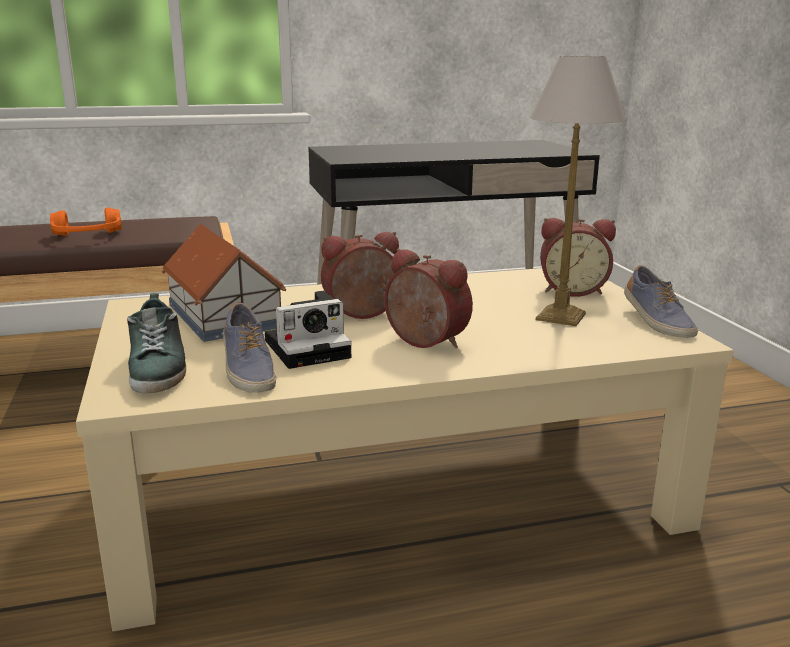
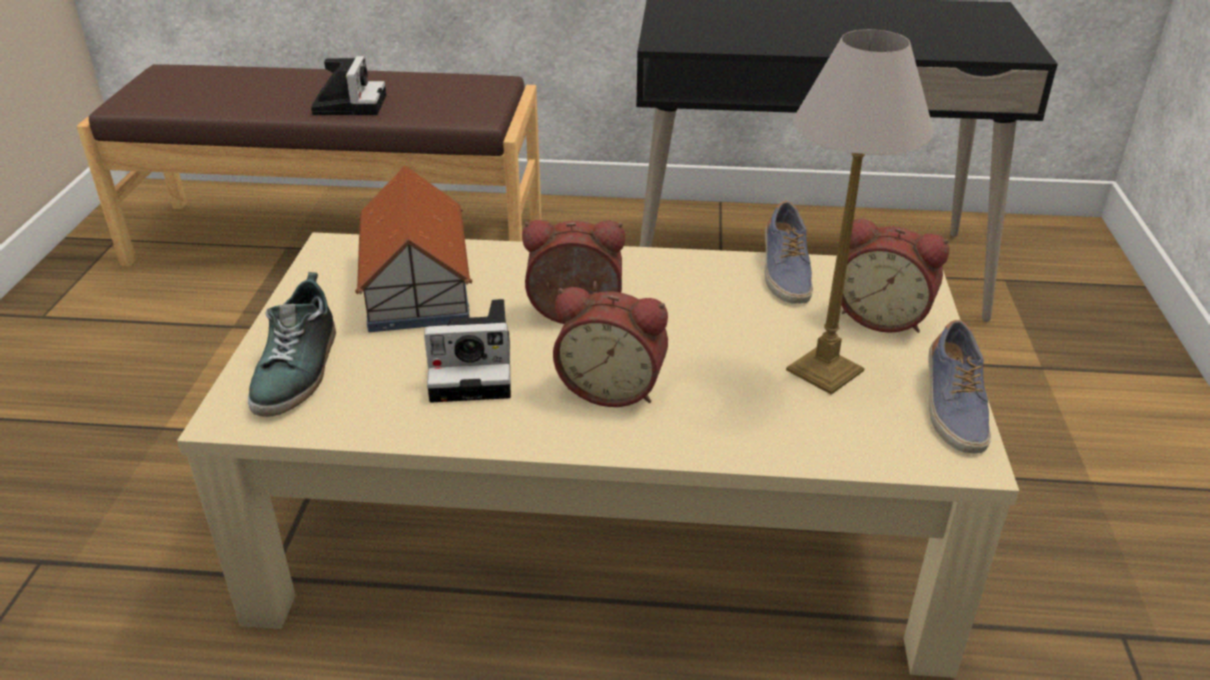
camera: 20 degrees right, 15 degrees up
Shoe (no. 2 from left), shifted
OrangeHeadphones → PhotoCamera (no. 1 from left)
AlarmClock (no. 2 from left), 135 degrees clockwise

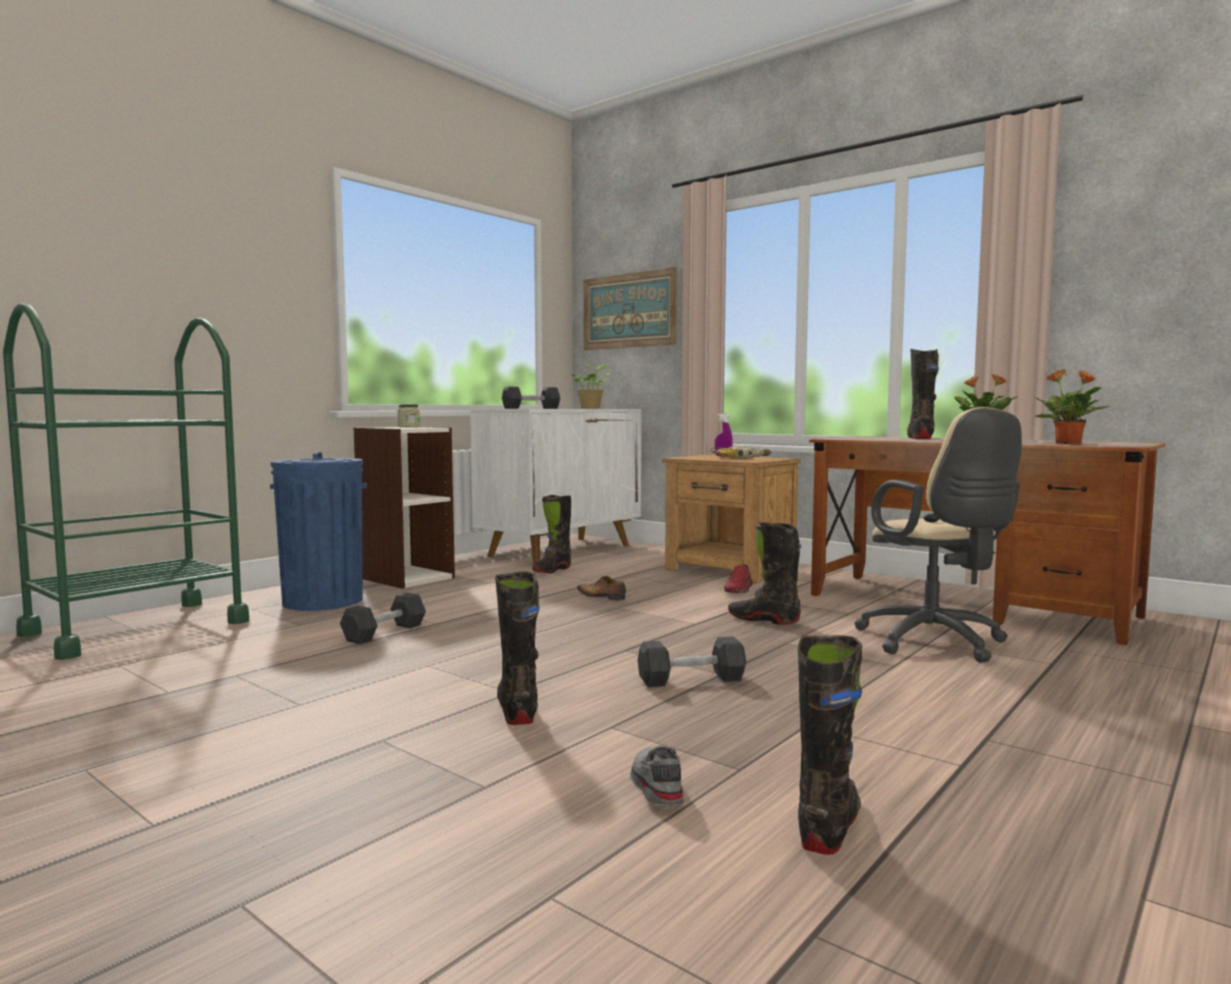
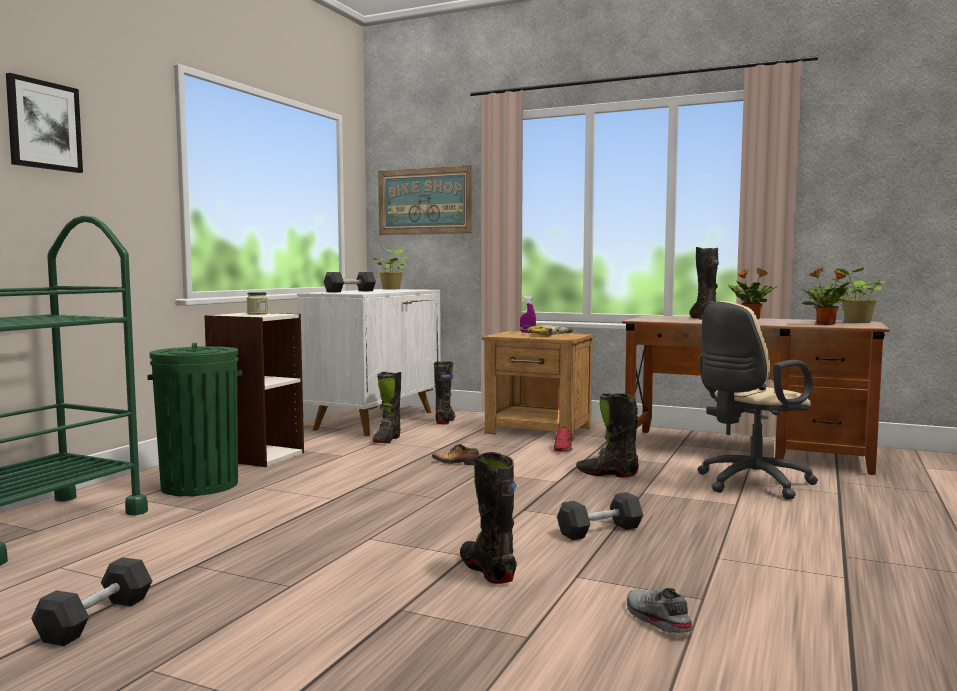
camera: 15 degrees left, 0 degrees up
- → Picture (no. 1 from left)
- → PottedPlant (no. 4 from left)
BlackDumbbell (no. 1 from left), shifted
BlackBoot (no. 4 from left in the first image) → BlackBoot (no. 2 from left), shifted
BlueTrashCan → GreenTrashCan
BeigeOfficeChair, 90 degrees clockwise

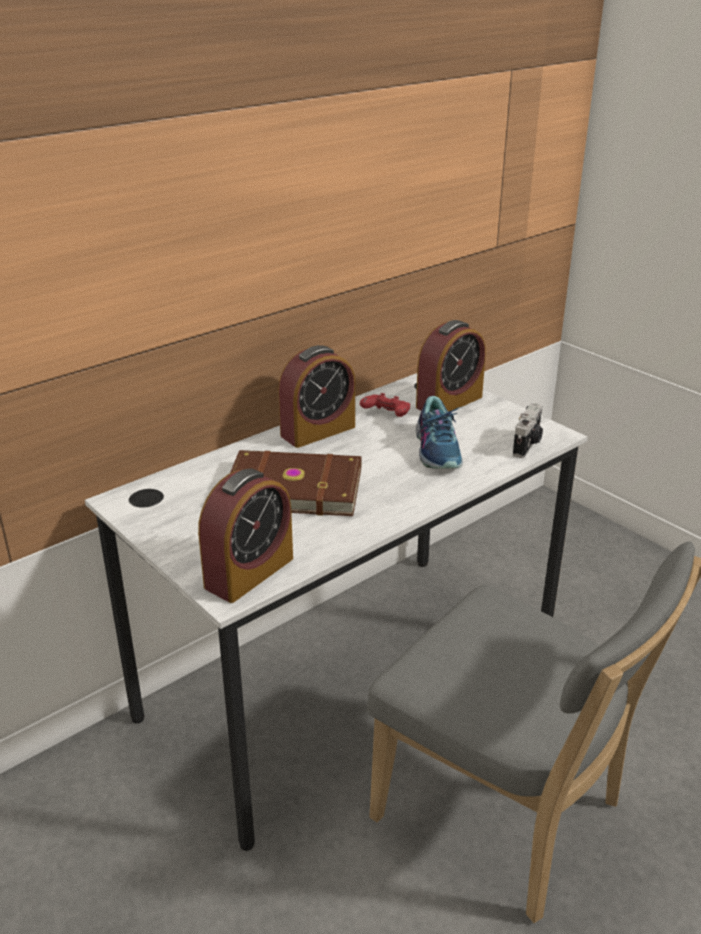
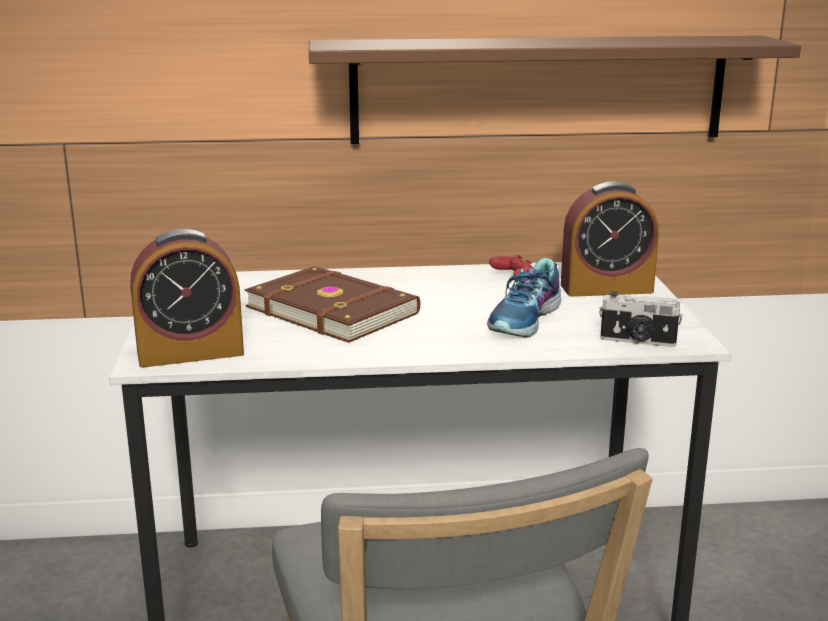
camera: 35 degrees right, 10 degrees down
AlarmClock (no. 2 from left) → -
- → BrownShelf
PhotoCamera, 45 degrees clockwise

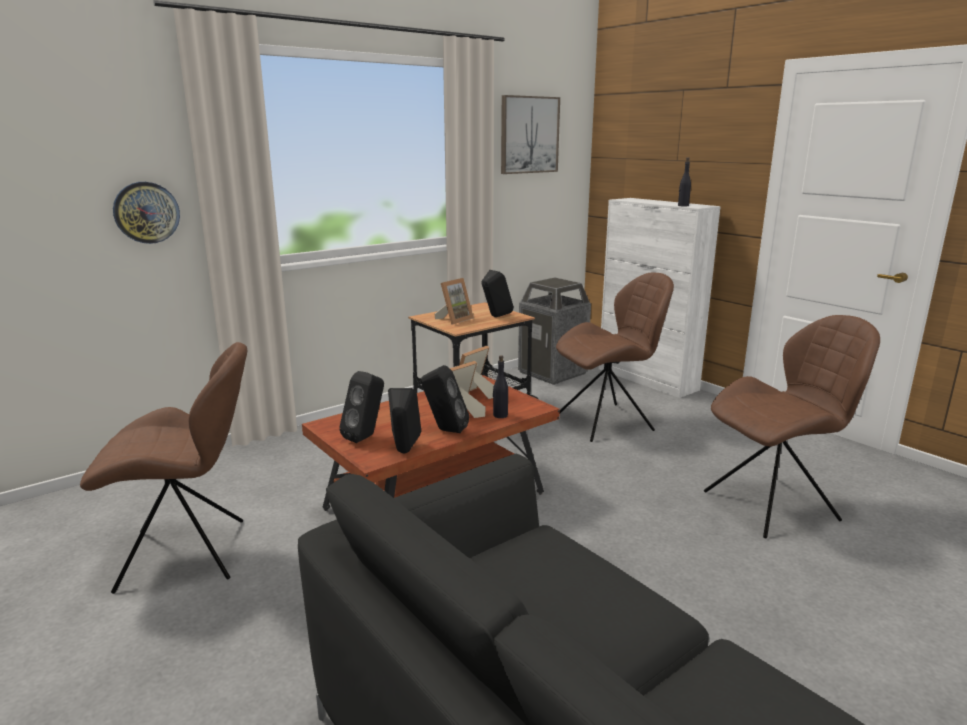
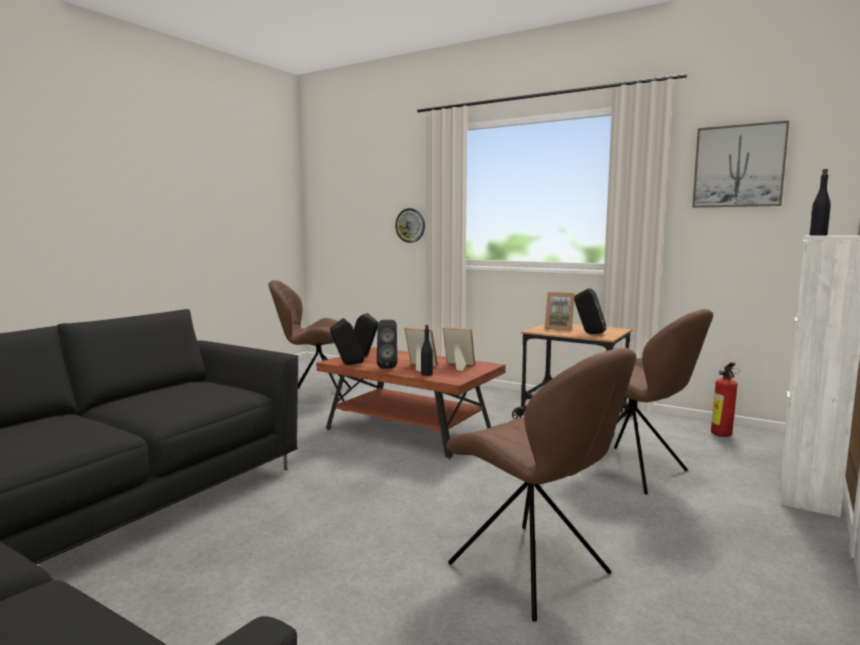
camera: 70 degrees right, 10 degrees down
TrashCan → FireExtinguisher
BrownChair (no. 1 from left), 120 degrees clockwise

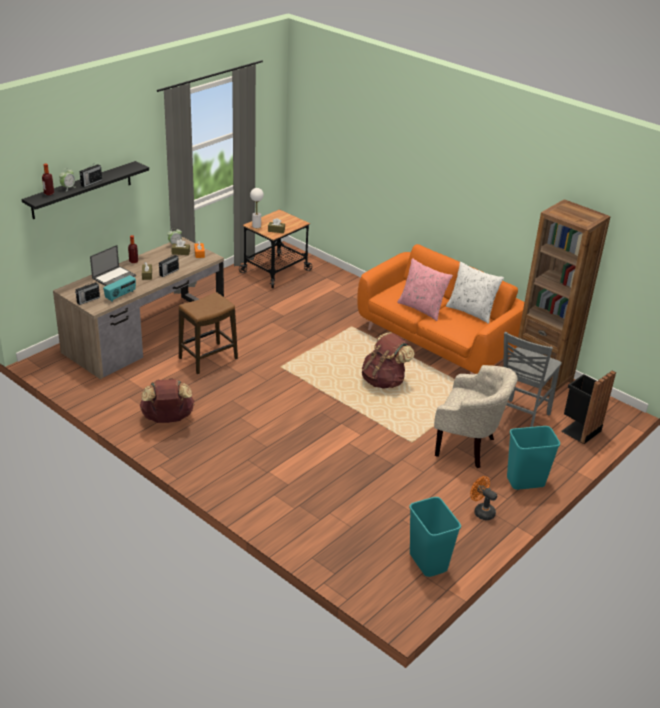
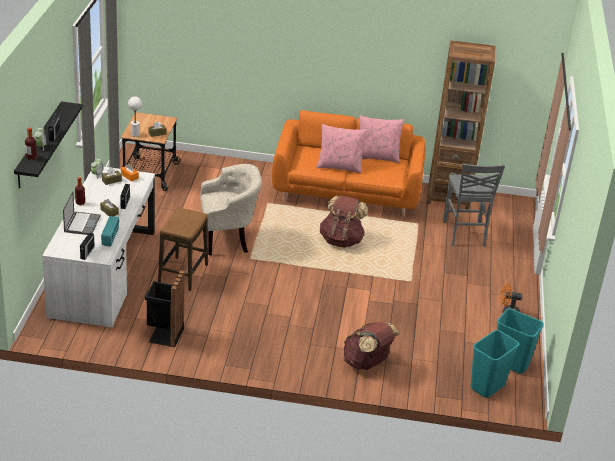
camera: 35 degrees left, 0 degrees up
BrownBackpack (no. 1 from left in the first image) → BrownBackpack (no. 2 from left), shifted
BeigeArmchair, shifted
TurquoiseTrashCan (no. 2 from left in the first image) → TurquoiseTrashCan (no. 1 from left), shifted
BlackTrashCan, shifted
BrownDesk → WhiteDesk
WhitePillow → PinkPillow (no. 2 from left)

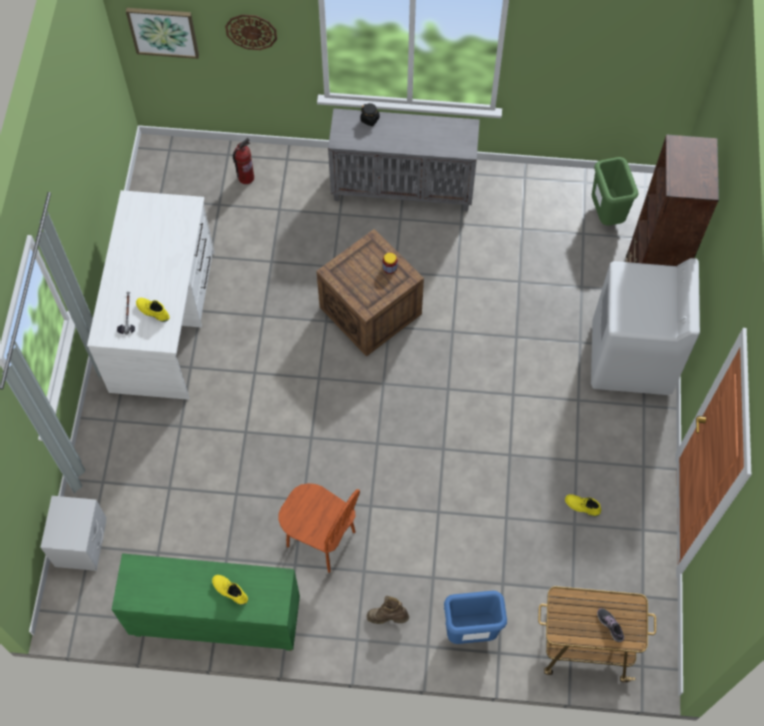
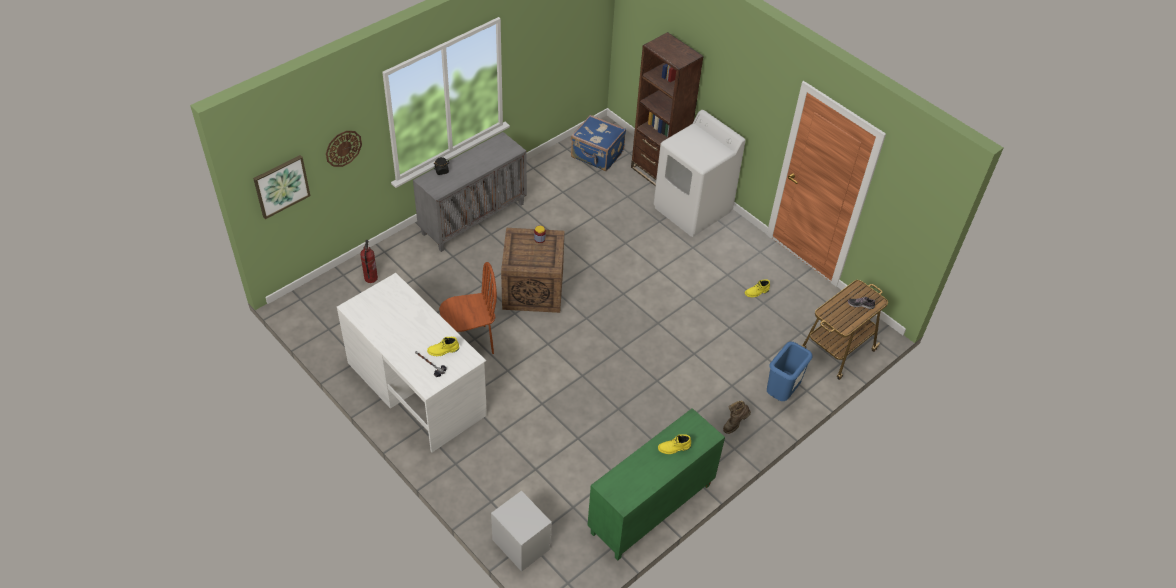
camera: 50 degrees left, 15 degrees down
BrownChair, shifted
GreenTrashCan → BlueSuitcase

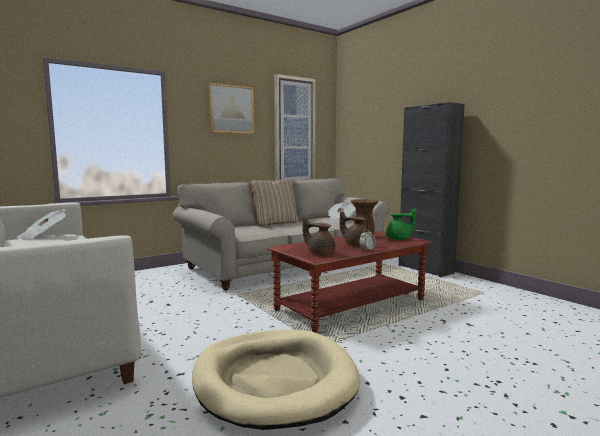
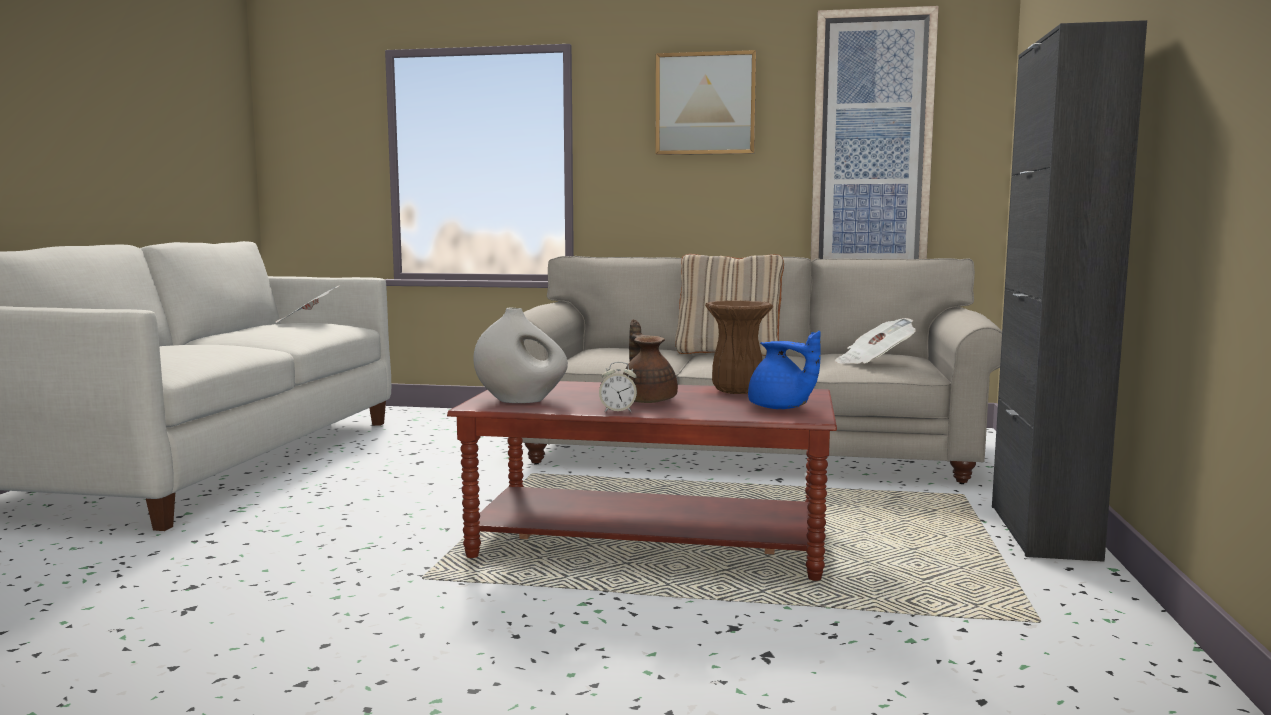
camera: 45 degrees right, 0 degrees up
BeigeDogBed → -
BrownTeapot (no. 1 from left) → WhiteVase
GreenTeapot → BlueTeapot

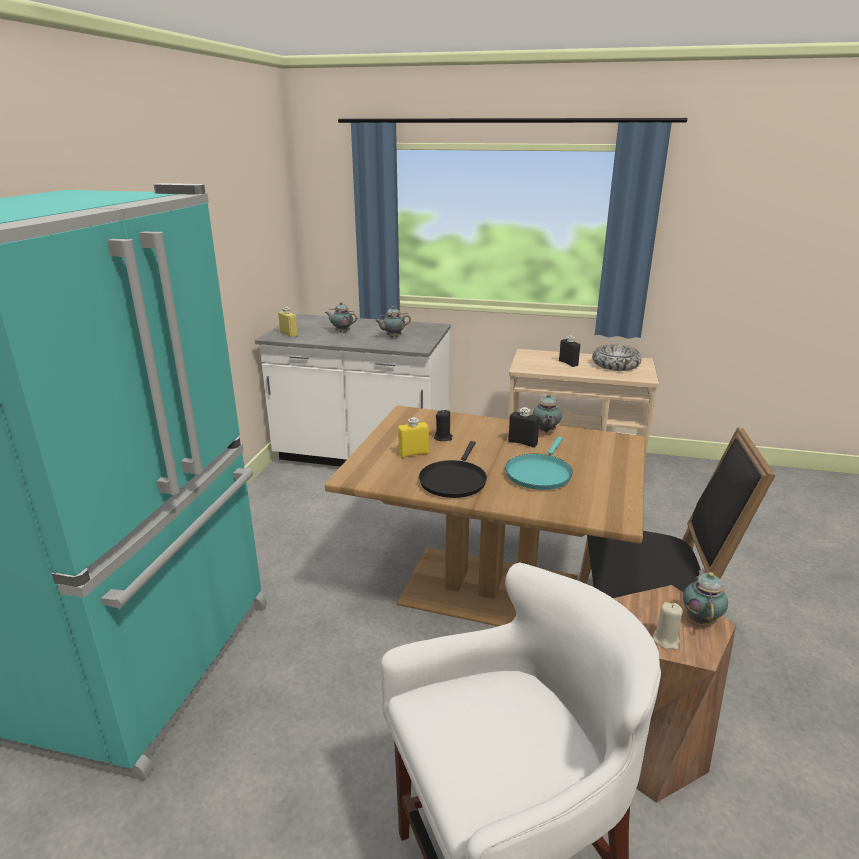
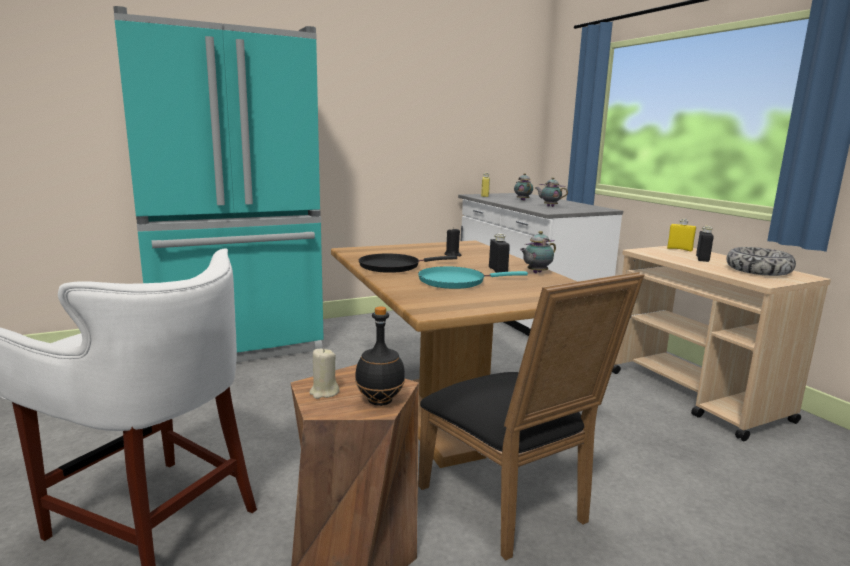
camera: 50 degrees right, 10 degrees down
YellowBottle (no. 2 from left), shifted
Teapot (no. 4 from left) → BlackBottle (no. 1 from left)

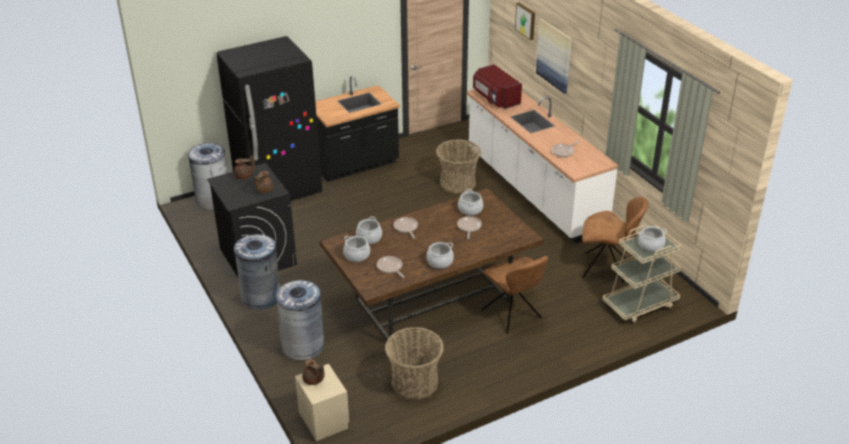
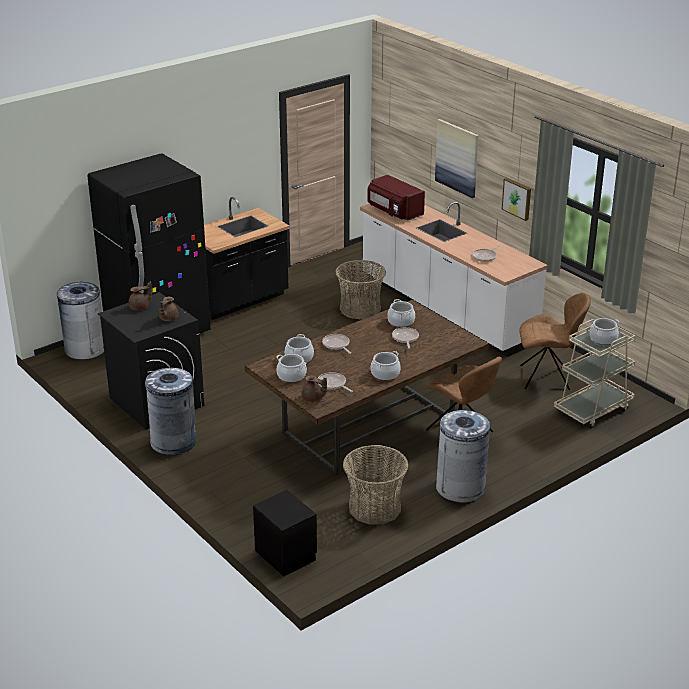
camera: 10 degrees left, 5 degrees down
GreyTrashCan (no. 3 from left), shifted
BrownTeapot (no. 3 from left), shifted
Picture (no. 1 from left in the first image) → Picture (no. 2 from left), shifted
BeigeNightstand → BlackNightstand

